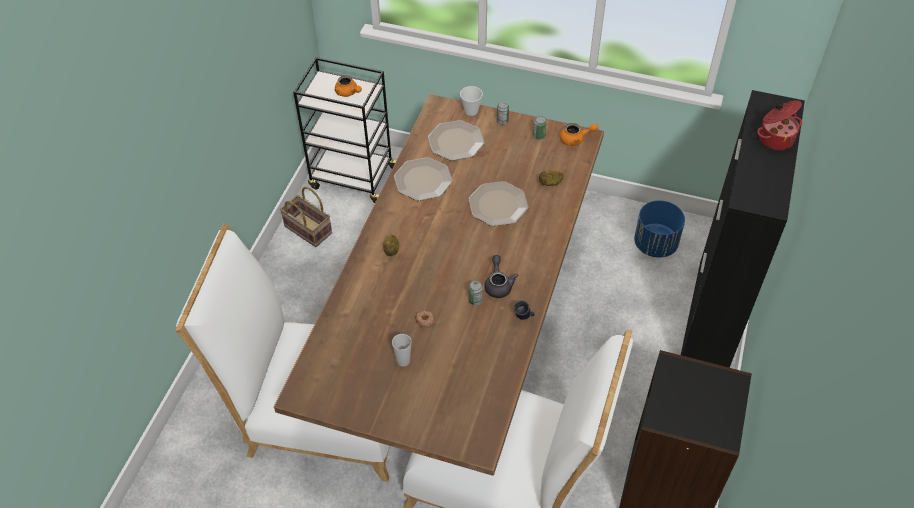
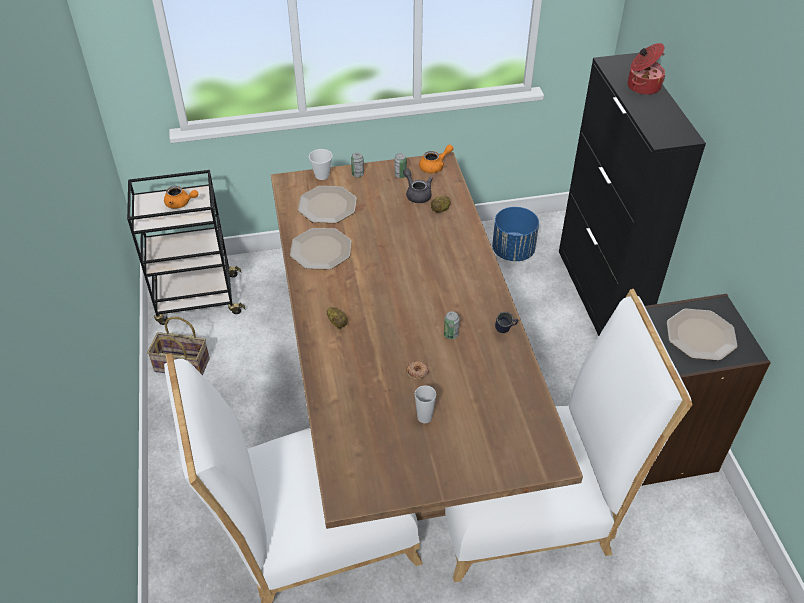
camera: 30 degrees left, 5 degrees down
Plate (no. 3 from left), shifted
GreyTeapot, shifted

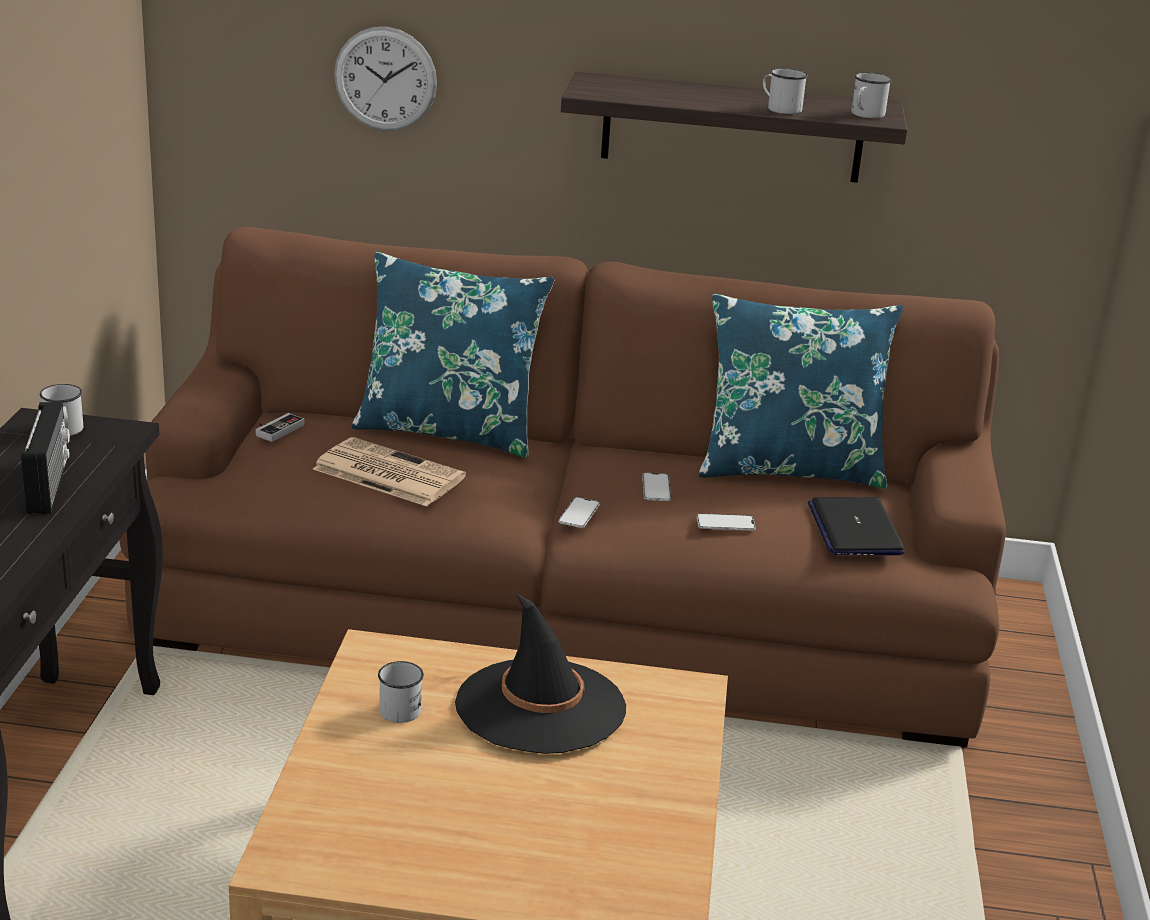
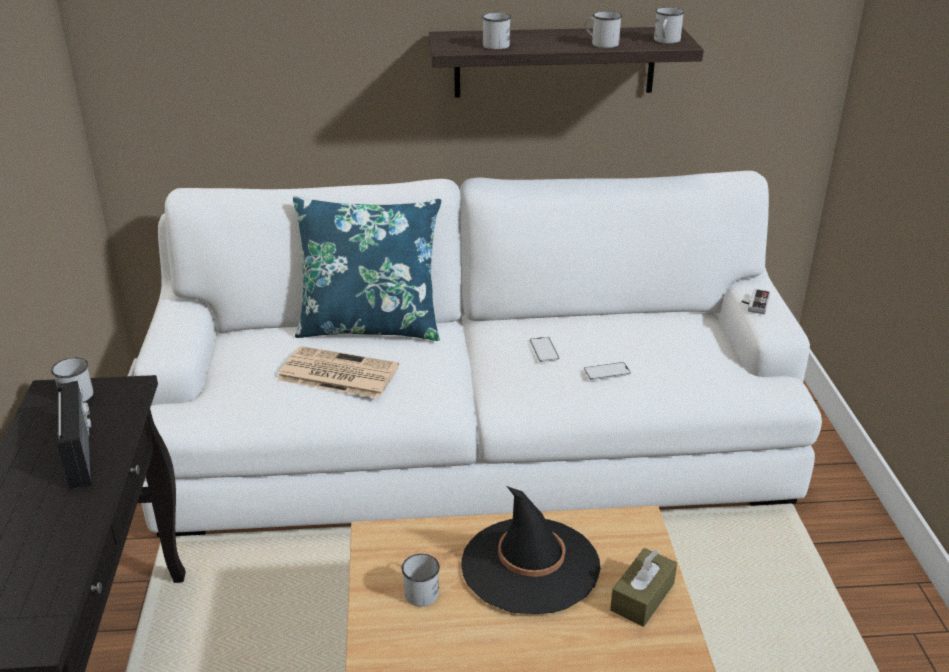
camera: 10 degrees left, 5 degrees up
WallClock → -
Phone (no. 1 from left) → -
BluePillow (no. 2 from left) → -
Laptop → -
- → WhiteMug (no. 3 from left)
- → BrownTissueBox
GameController, shifted
BrownSofa → WhiteSofa

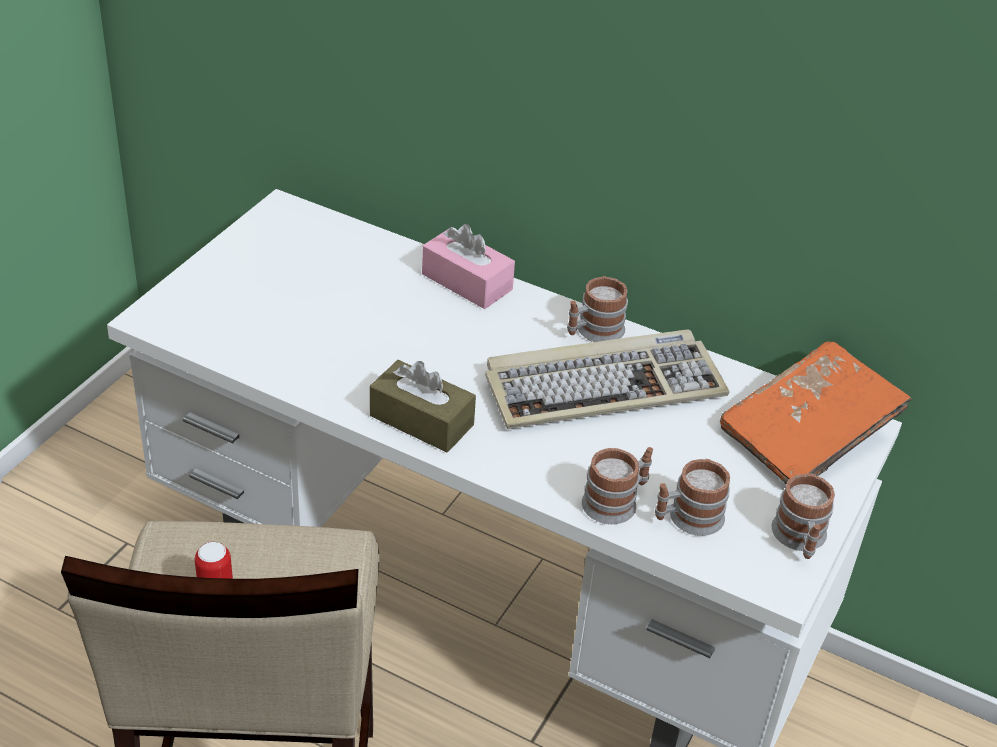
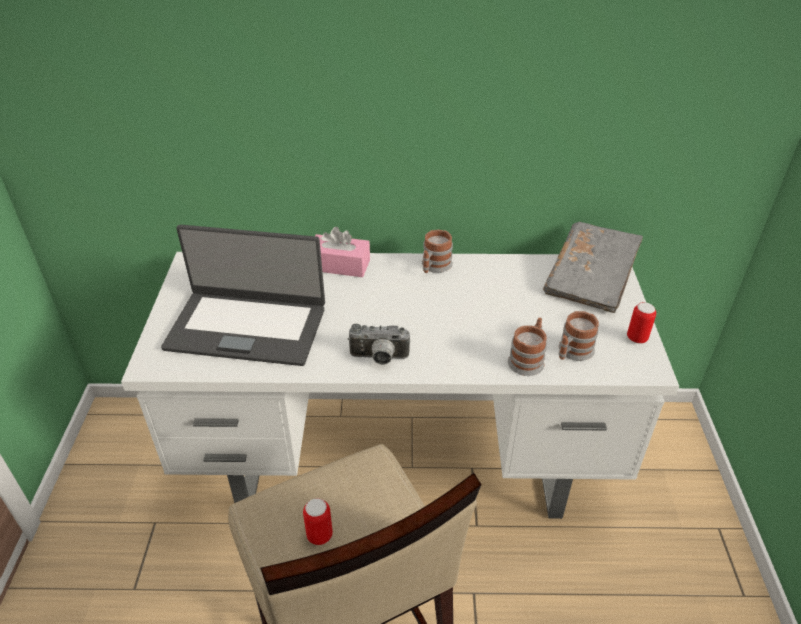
camera: 25 degrees left, 0 degrees up
Keyboard → -
- → Laptop
BrownTissueBox → PhotoCamera
Mug (no. 4 from left) → Can (no. 2 from left)
OrangeBook → GreyBook

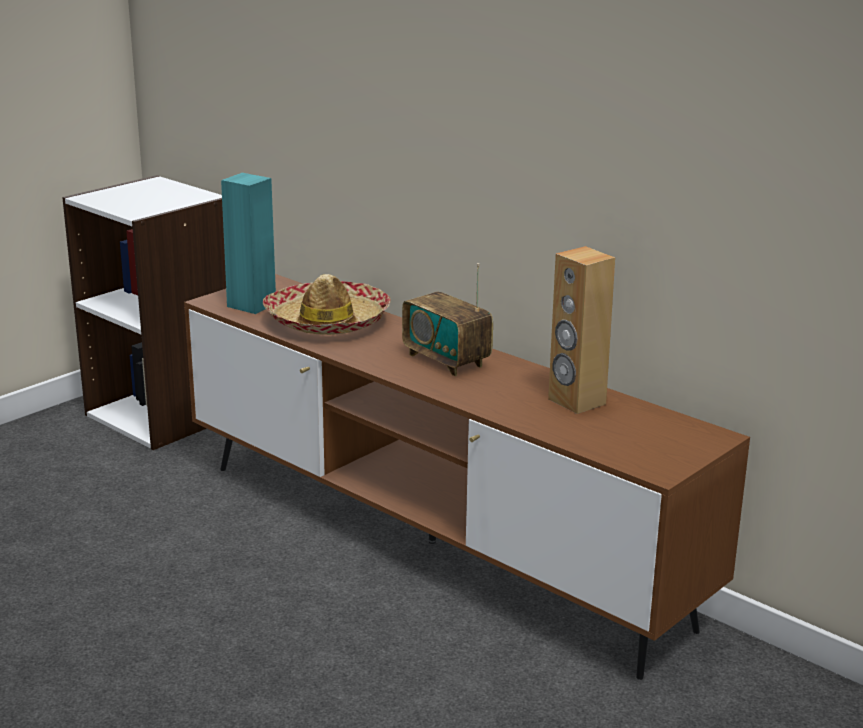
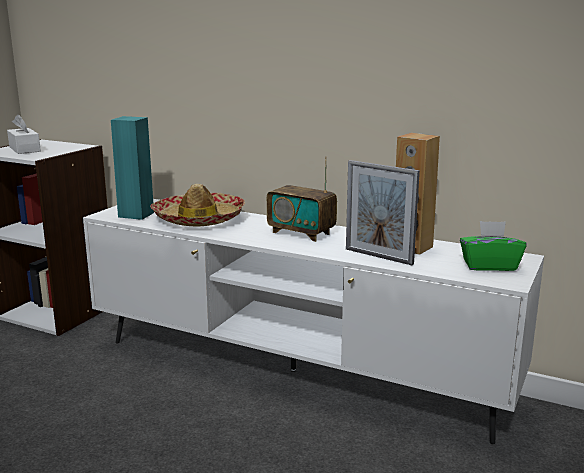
camera: 15 degrees left, 5 degrees down
- → WhiteTissueBox
- → PictureFrame
- → GreenTissueBox
BrownTvStand → WhiteTvStand

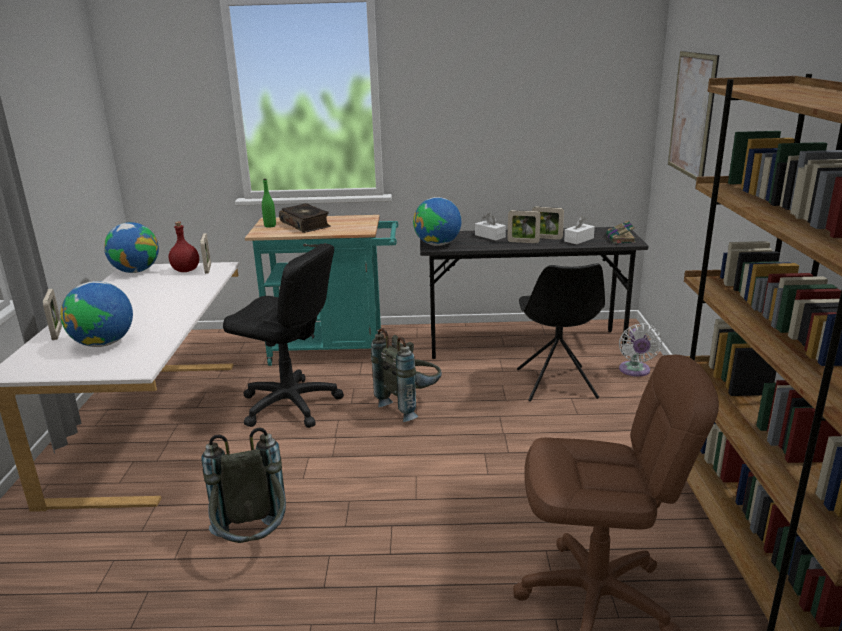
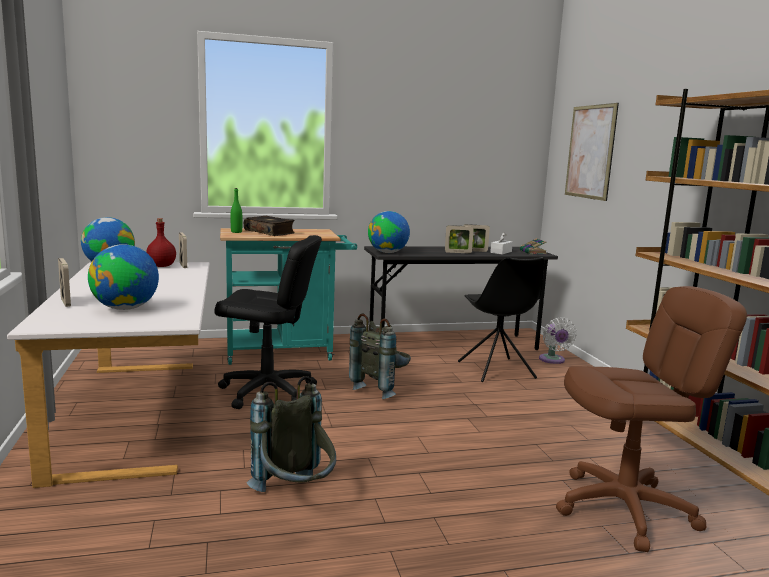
camera: 15 degrees left, 10 degrees down
WhiteTissueBox (no. 1 from left) → -

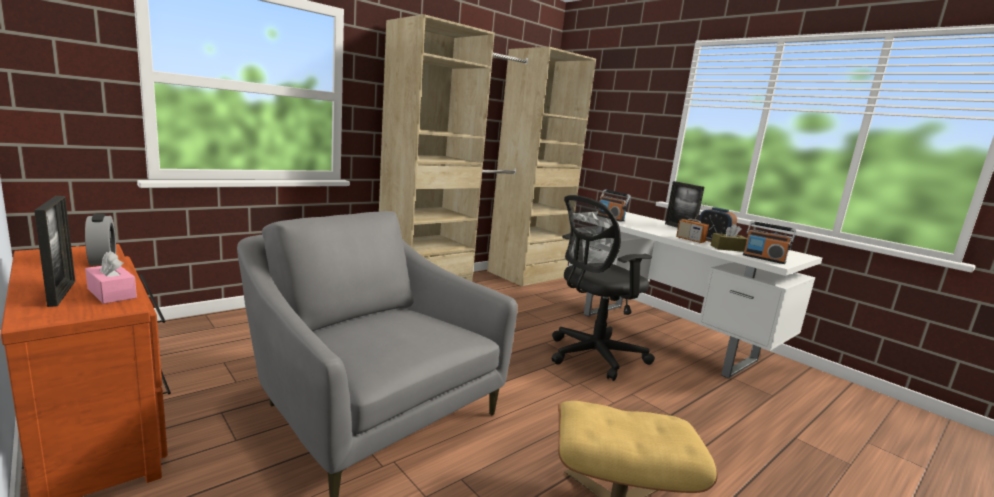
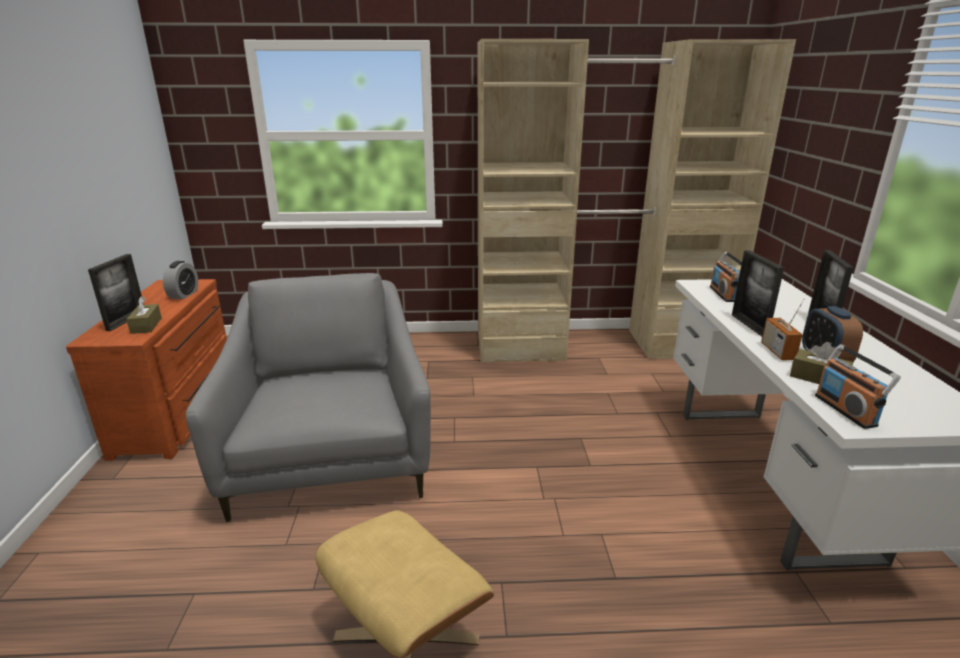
camera: 40 degrees right, 10 degrees up
BlackOfficeChair → -
- → PictureFrame (no. 2 from left)
PinkTissueBox → BrownTissueBox (no. 1 from left)

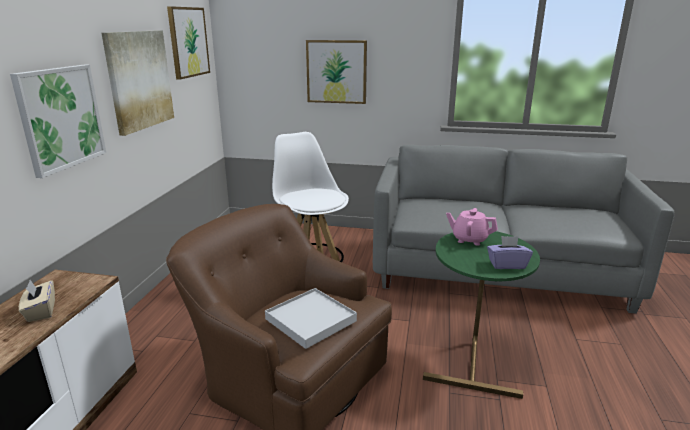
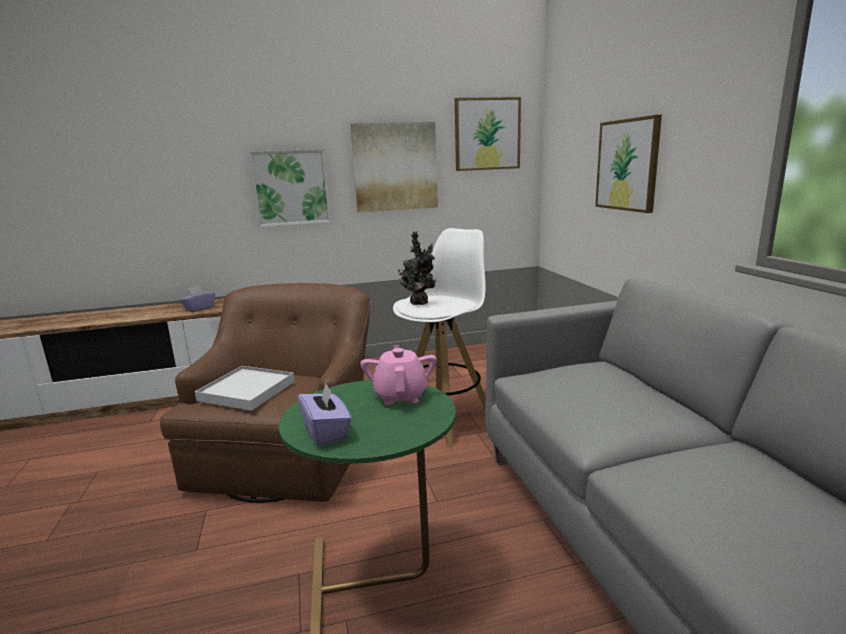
camera: 65 degrees right, 5 degrees down
- → PottedPlant
BeigeTissueBox → PurpleTissueBox (no. 1 from left)

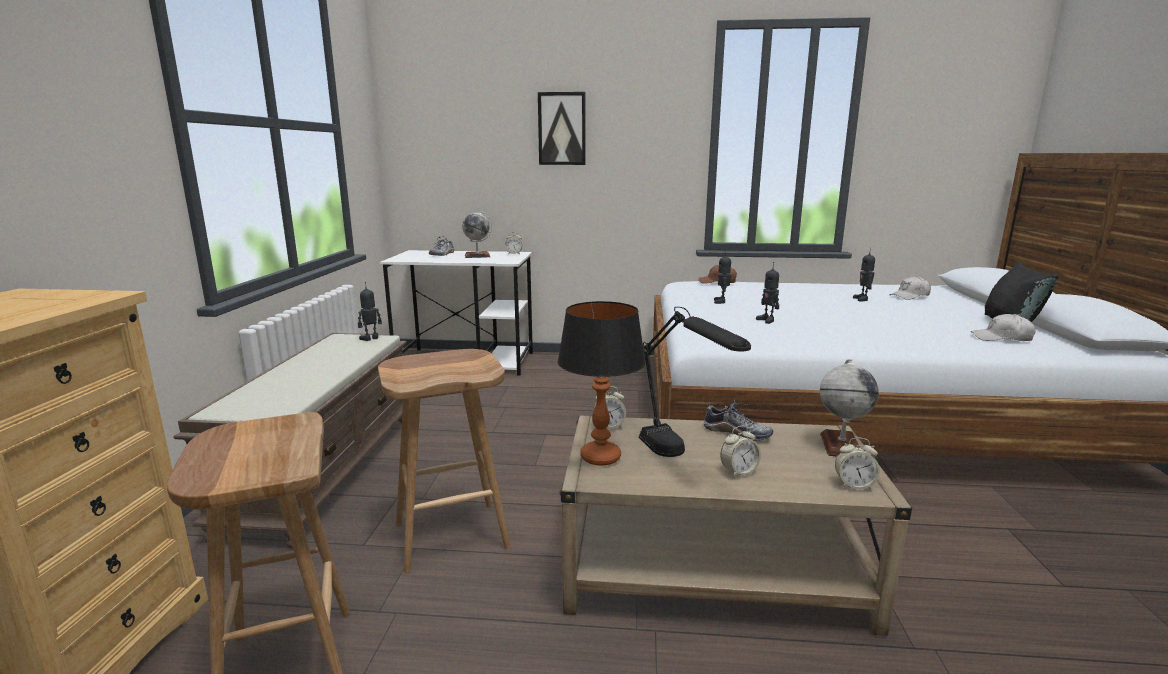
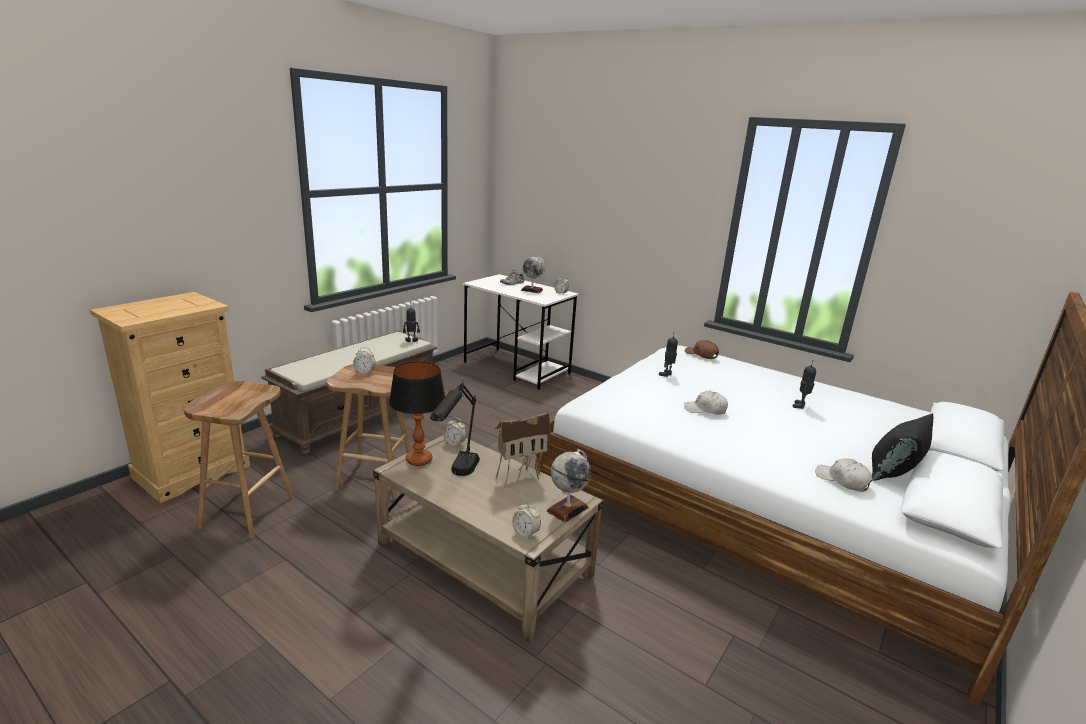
camera: 30 degrees right, 5 degrees up
Picture → -
ToyRobot (no. 3 from left) → -
AlarmClock (no. 3 from left in the first image) → AlarmClock (no. 1 from left), shifted
WhiteCap (no. 1 from left), shifted
Shoe (no. 2 from left) → ToyHouse

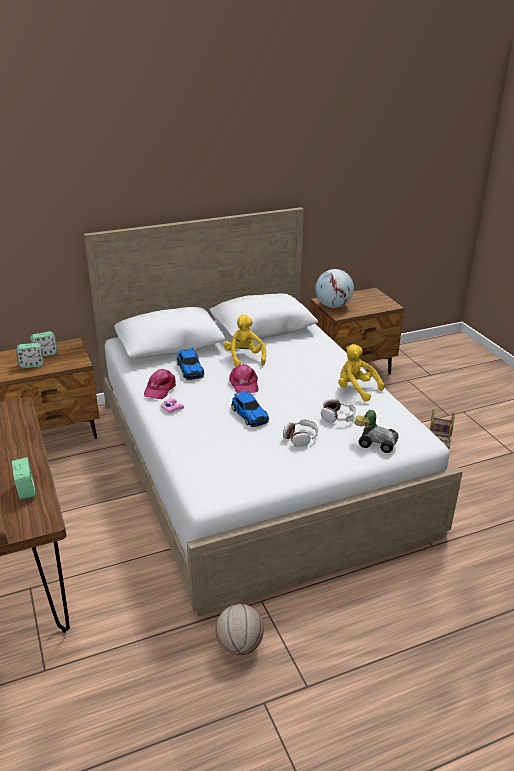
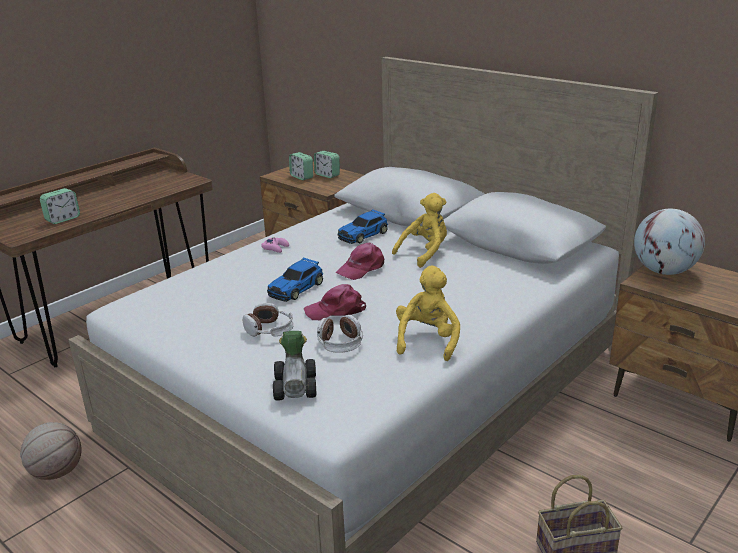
camera: 65 degrees right, 5 degrees down
PinkCap (no. 1 from left), shifted

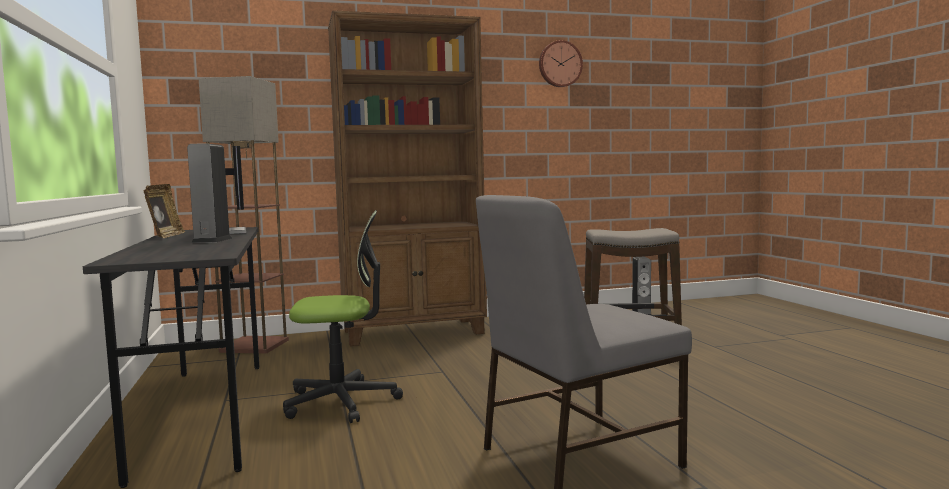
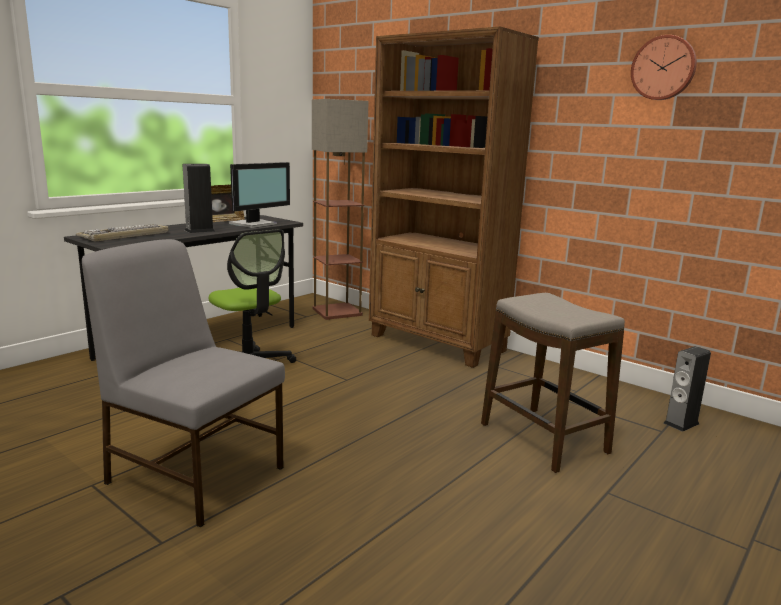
camera: 55 degrees right, 10 degrees up
- → Keyboard

